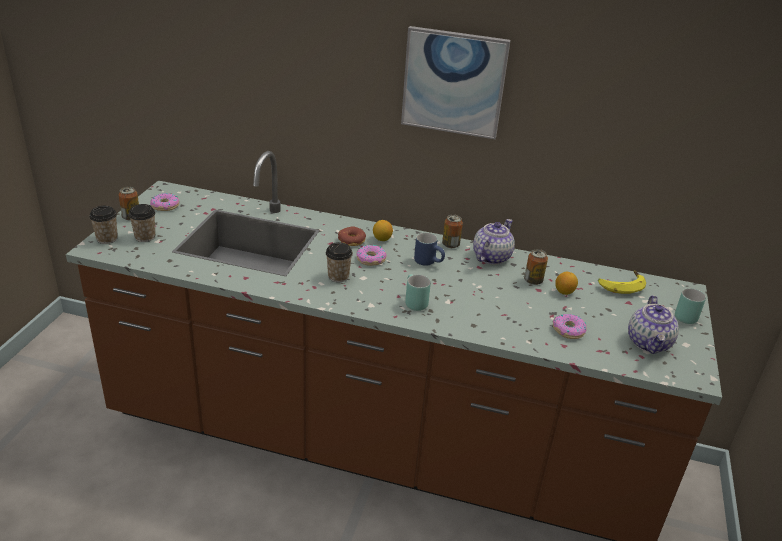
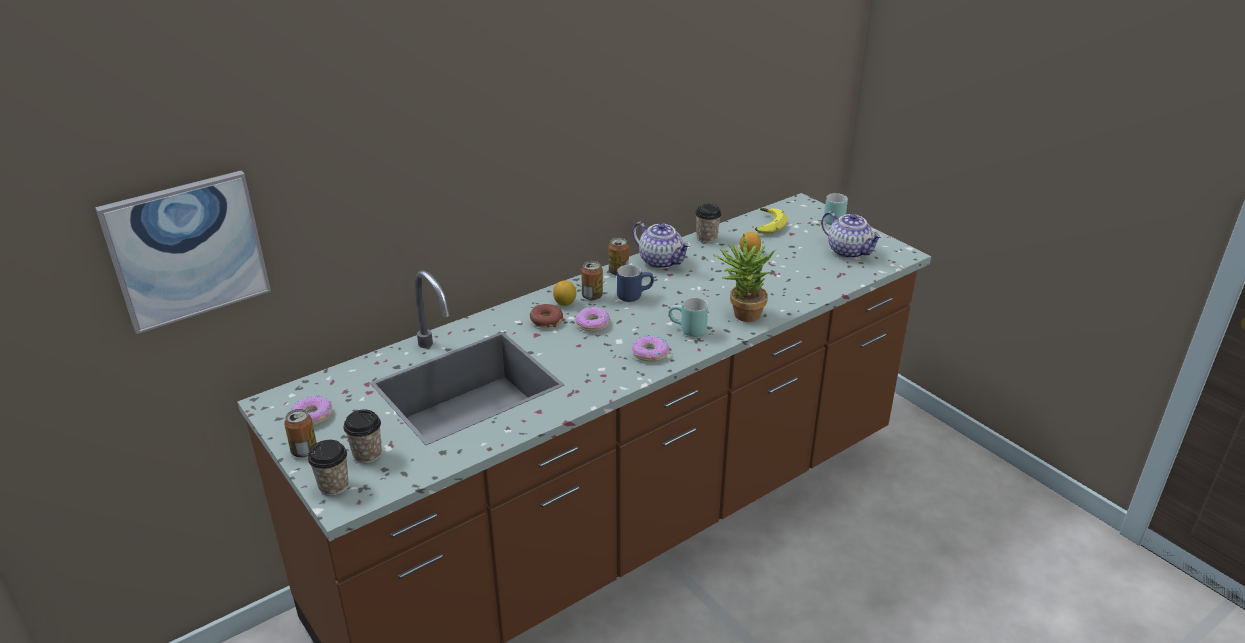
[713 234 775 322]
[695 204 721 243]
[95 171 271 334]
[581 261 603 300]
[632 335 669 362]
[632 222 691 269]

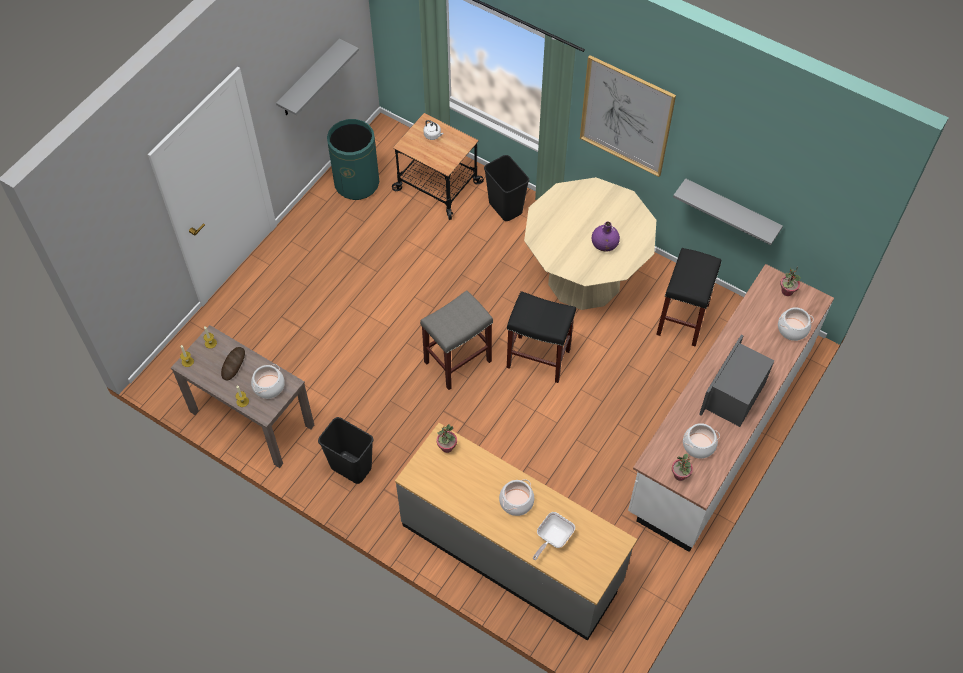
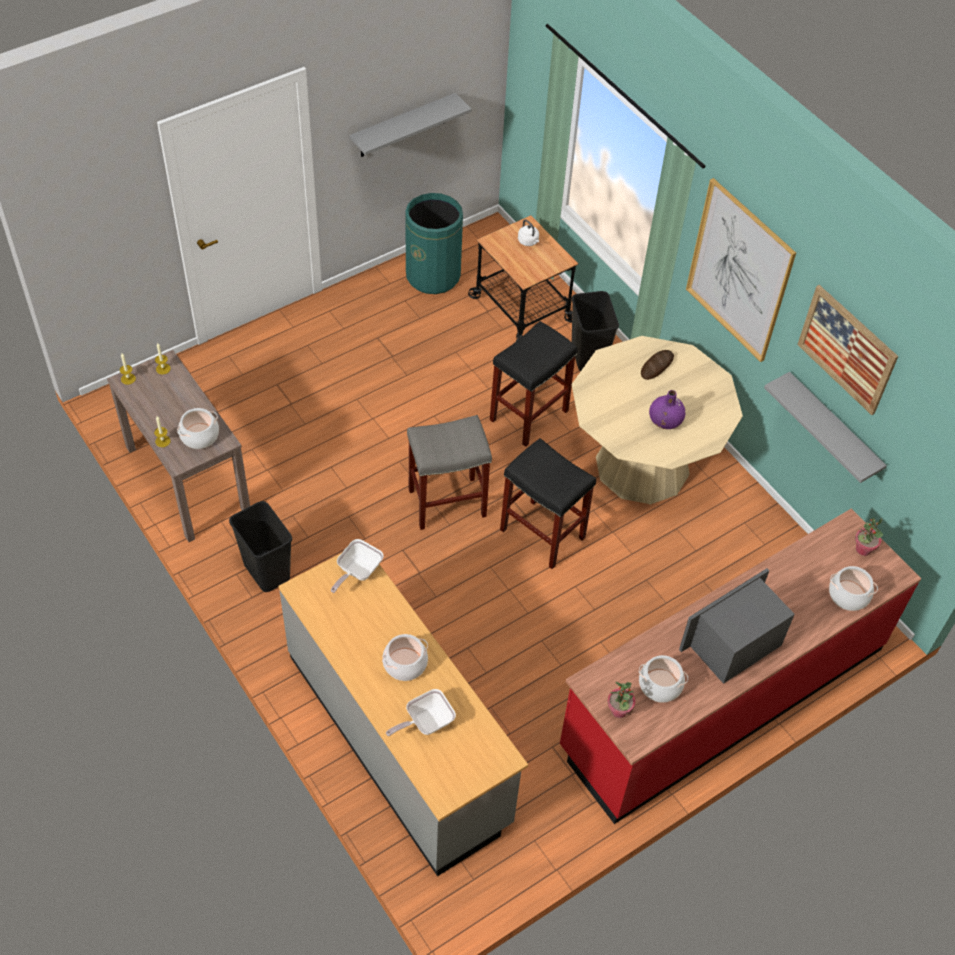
[797 285 898 415]
[641 350 674 380]
[490 321 578 447]
[331 539 384 593]
[560 508 921 824]

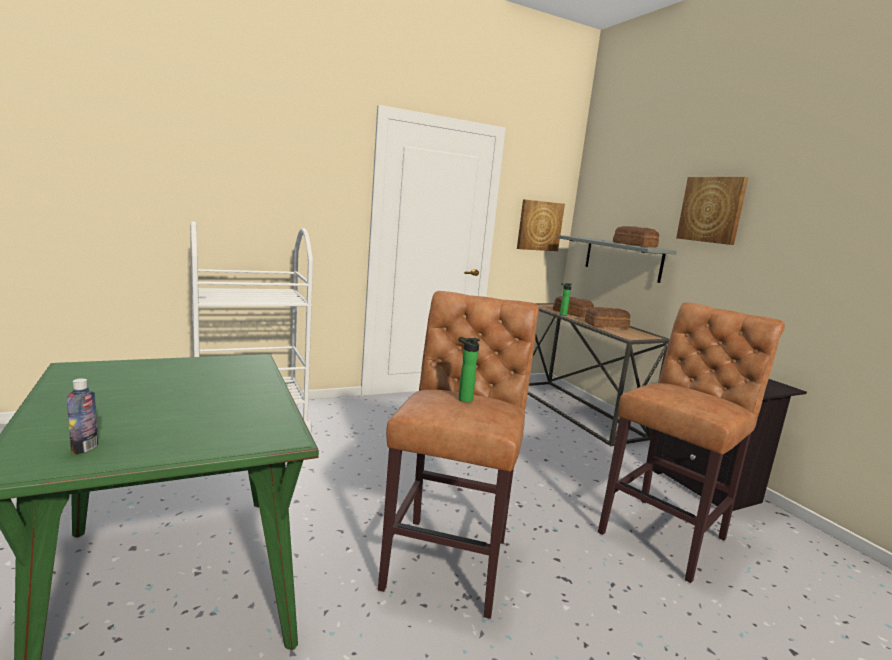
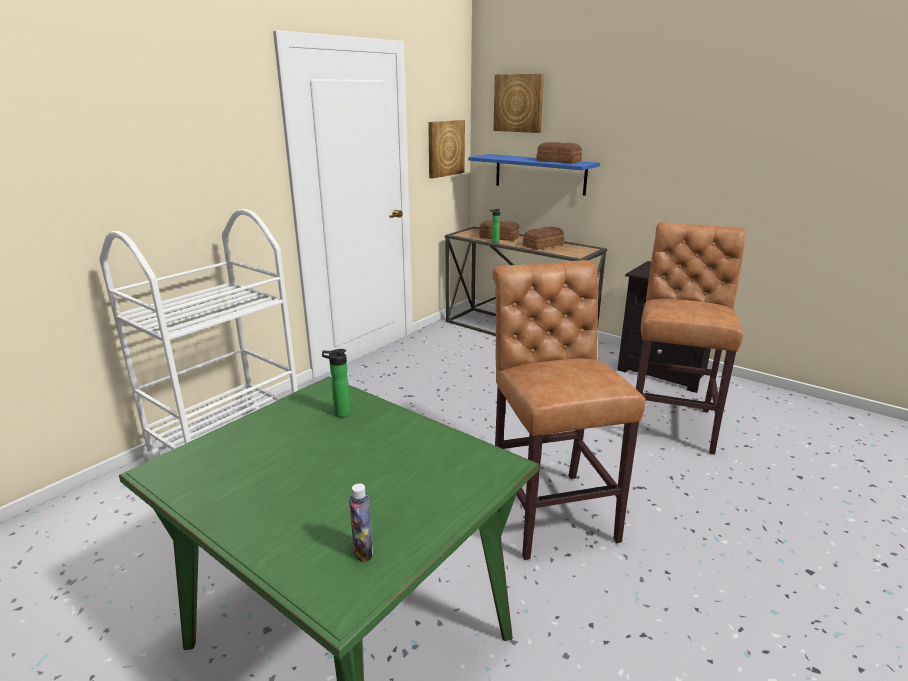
[322 349 351 417]
[494 74 544 133]
[468 154 600 196]

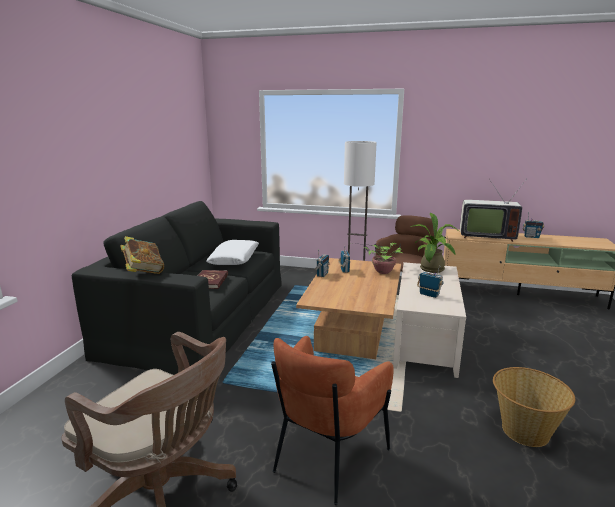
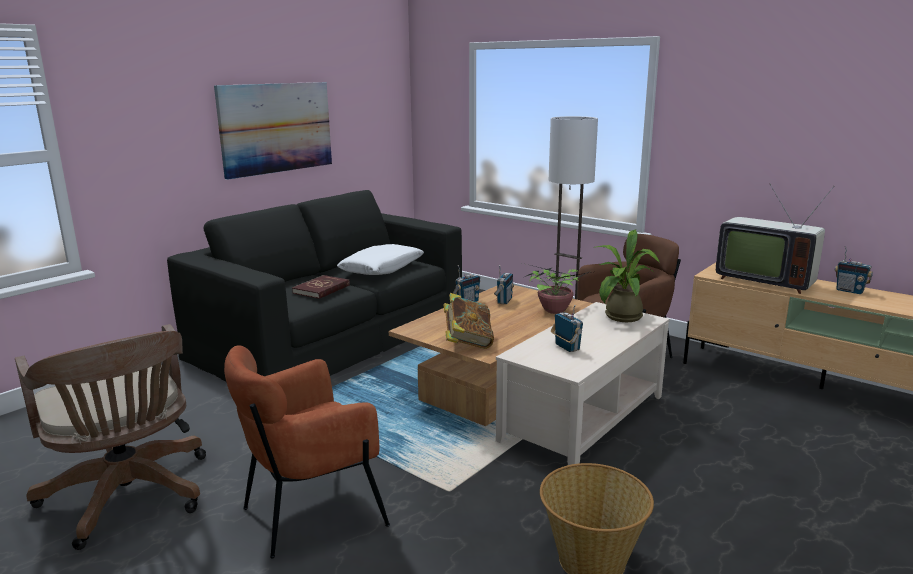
[214 82 332 180]
[444 293 494 349]

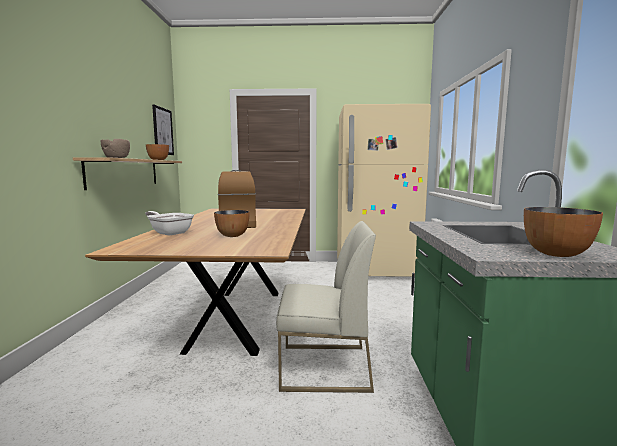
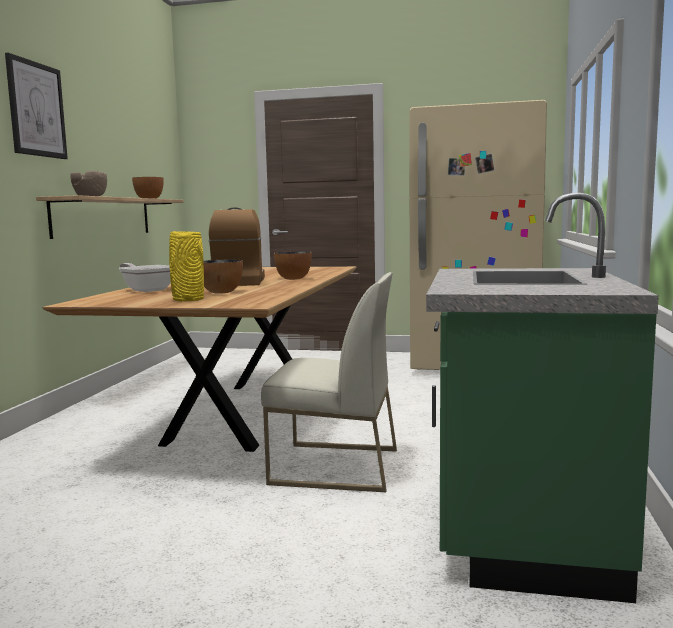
[169 231 204 301]
[5 53 68 159]
[274 251 312 280]

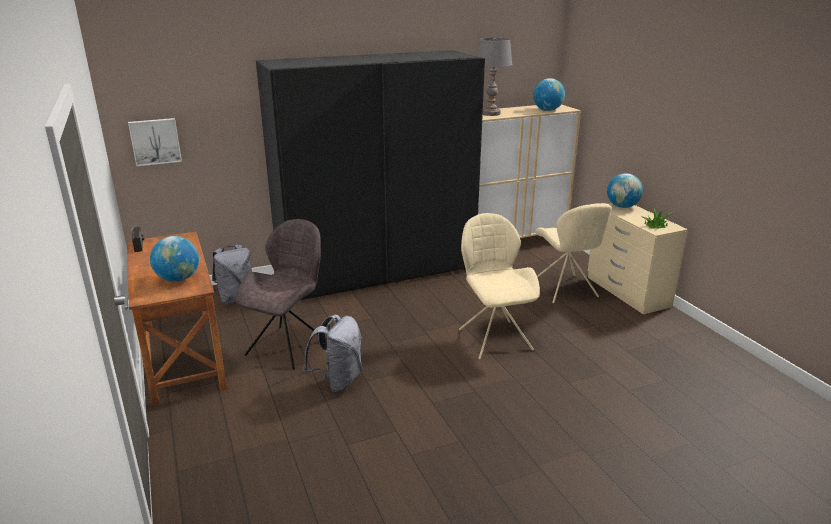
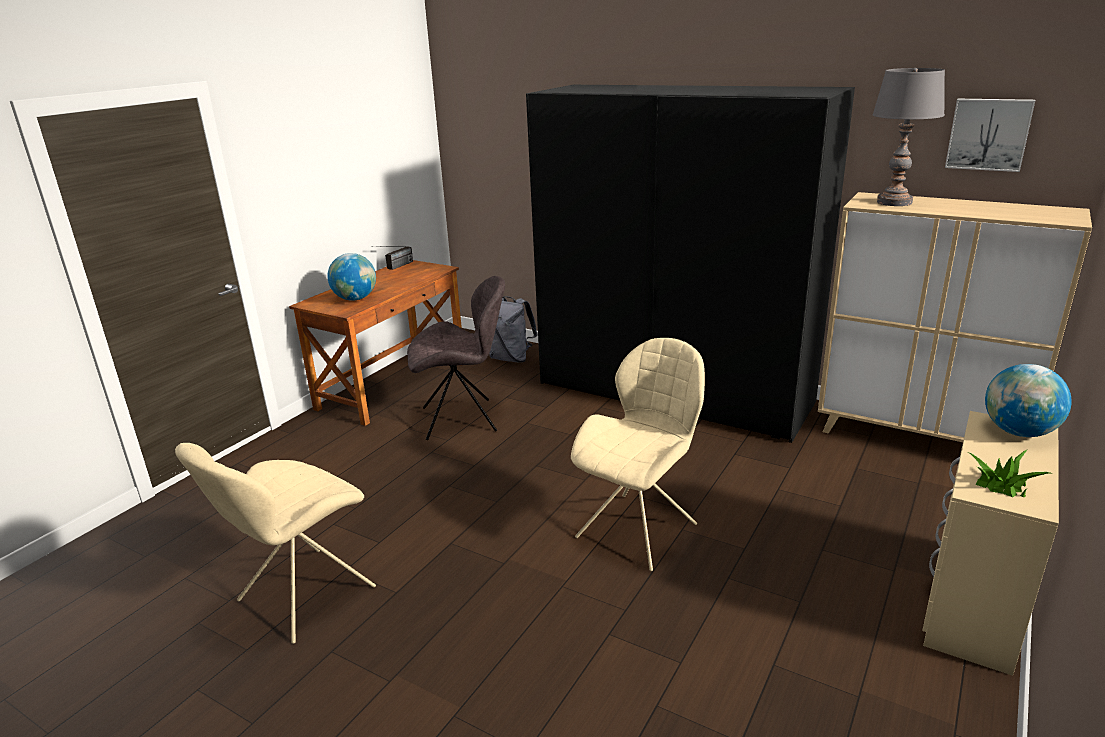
[303 315 362 392] (first image)
[533 78 565 111] (first image)
[945 99 1035 172]
[175 443 376 644]

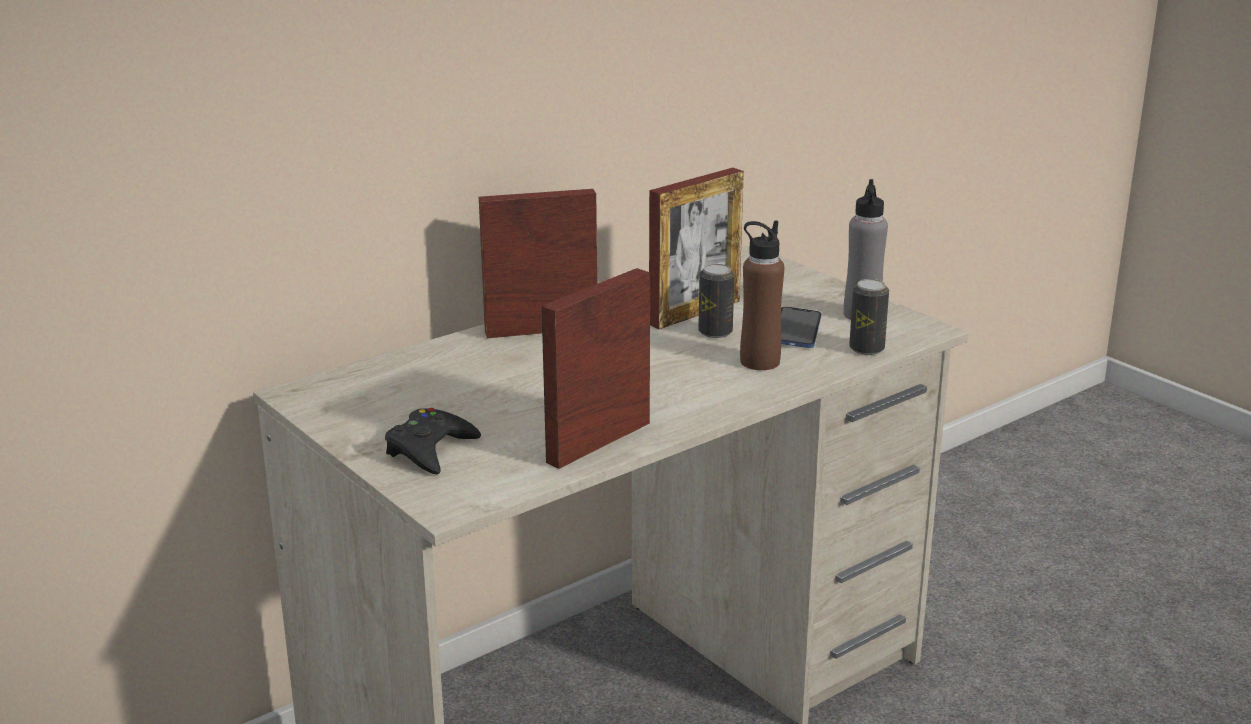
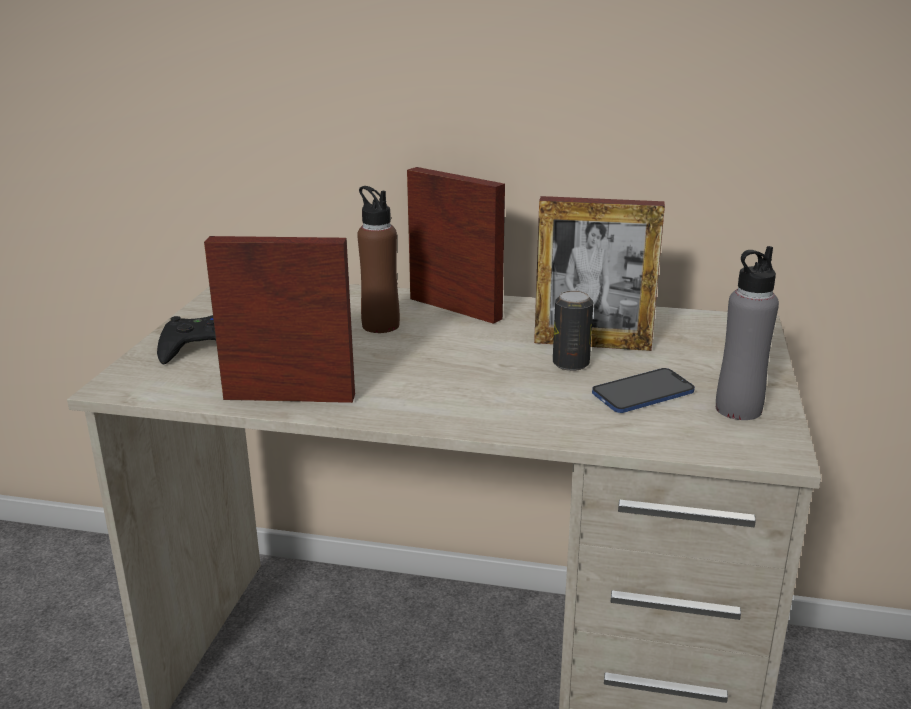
[849 279 889 355] (first image)
[357 186 400 333]

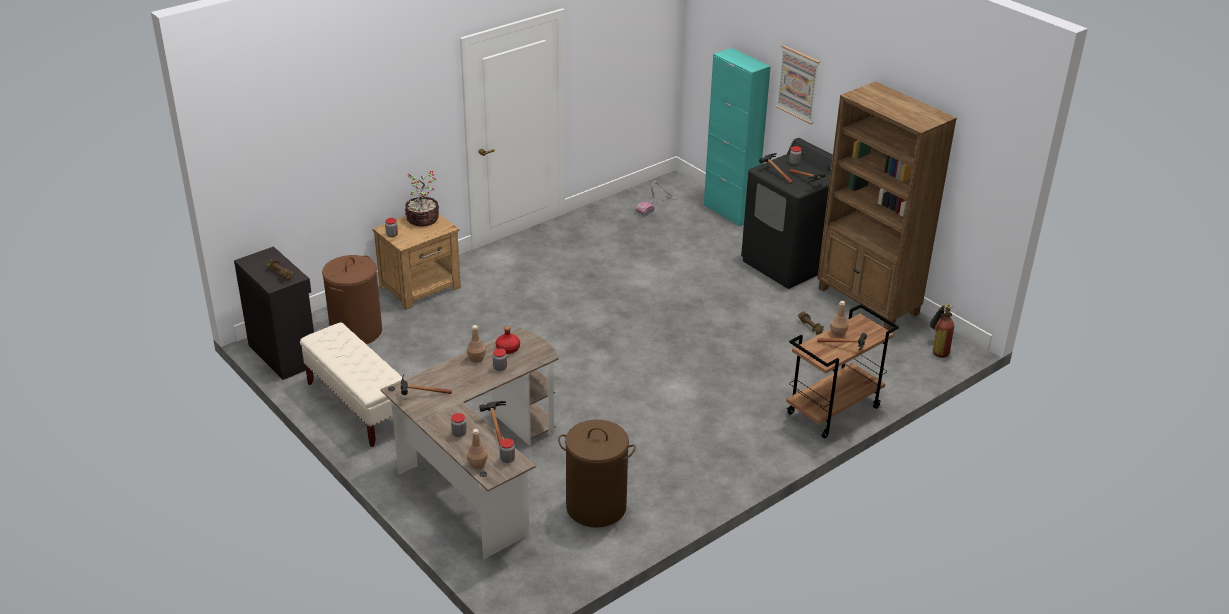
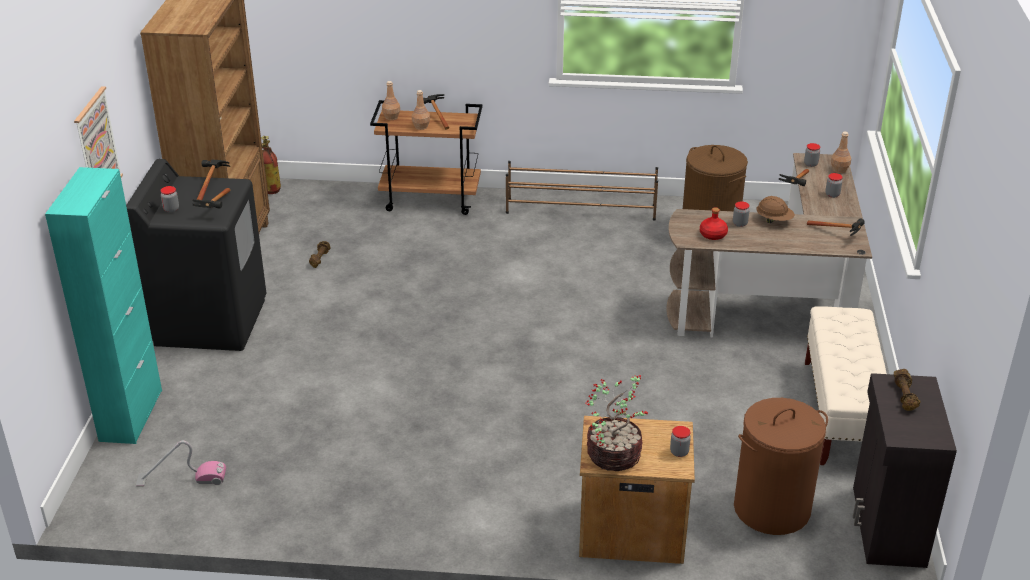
[506 161 658 221]
[756 196 795 223]
[382 81 400 120]

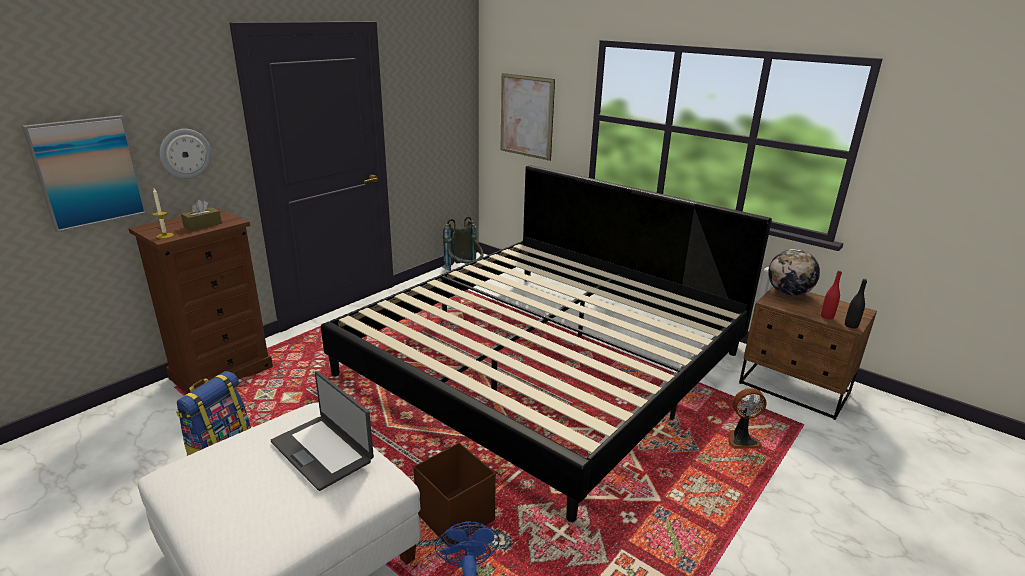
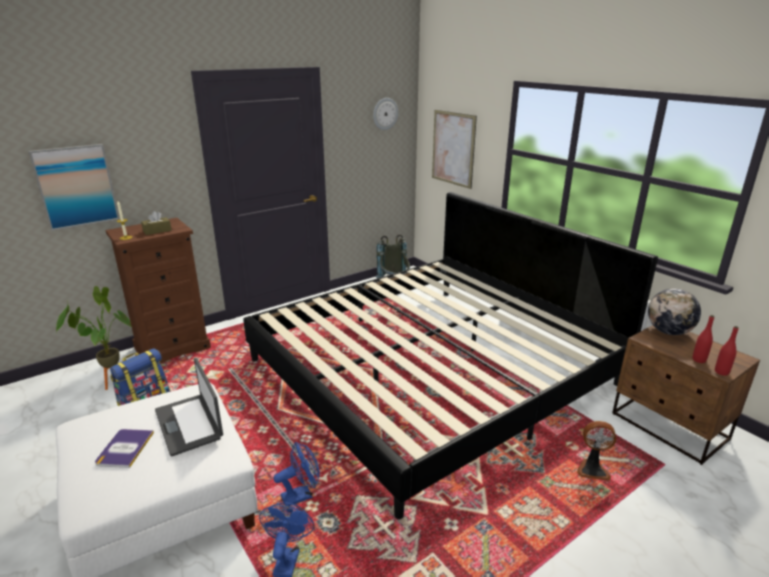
[56 286 132 390]
[95 429 154 468]
[373 98 398 130]
[274 442 320 506]
[715 326 739 376]

